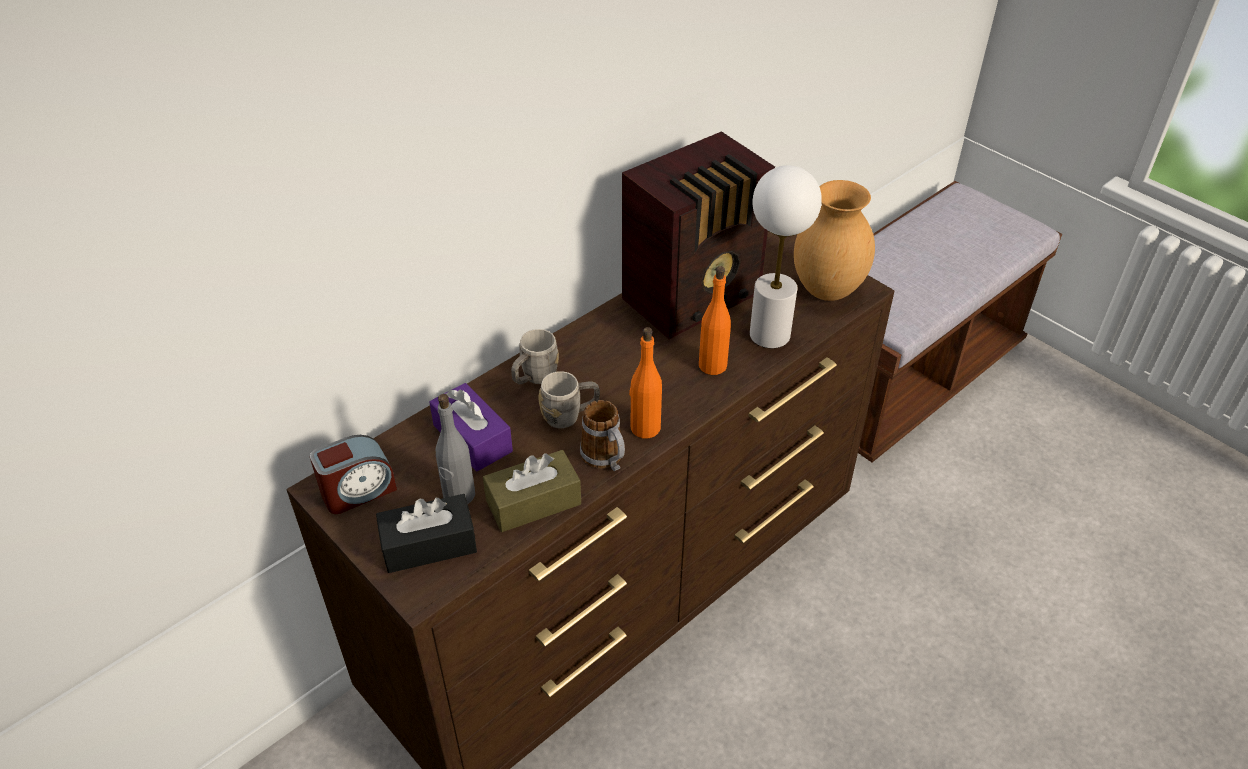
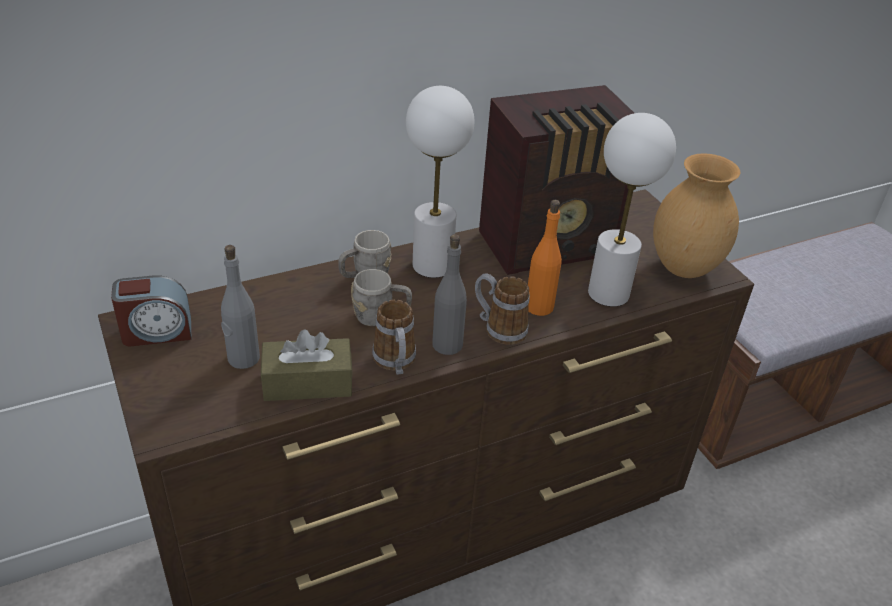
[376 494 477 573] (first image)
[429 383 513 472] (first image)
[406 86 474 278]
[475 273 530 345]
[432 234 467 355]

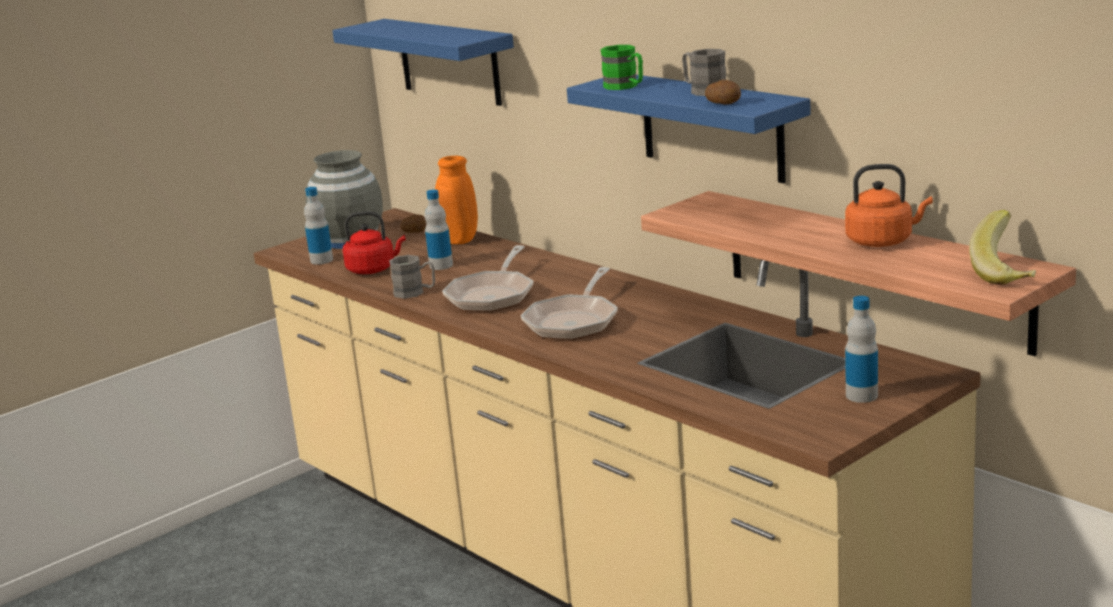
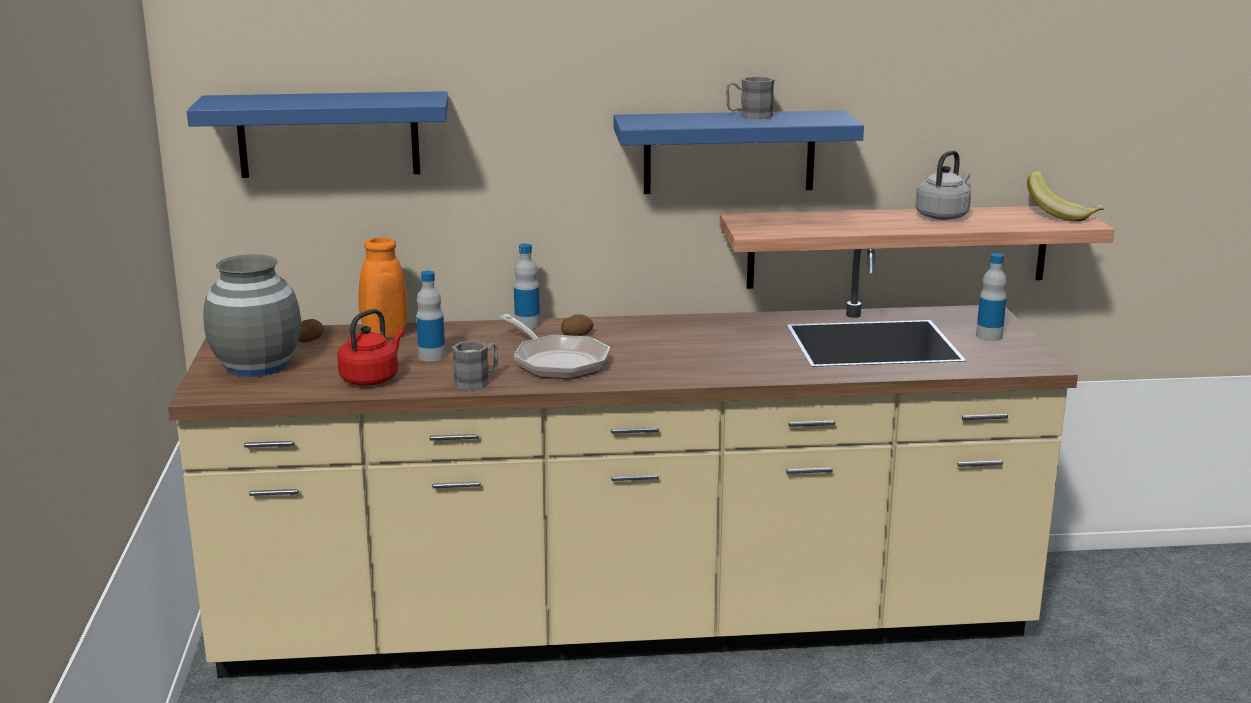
[521 267 618 340] (first image)
[600 45 643 90] (first image)
[514 243 540 329]
[561 314 594 336]
[915 150 971 220]

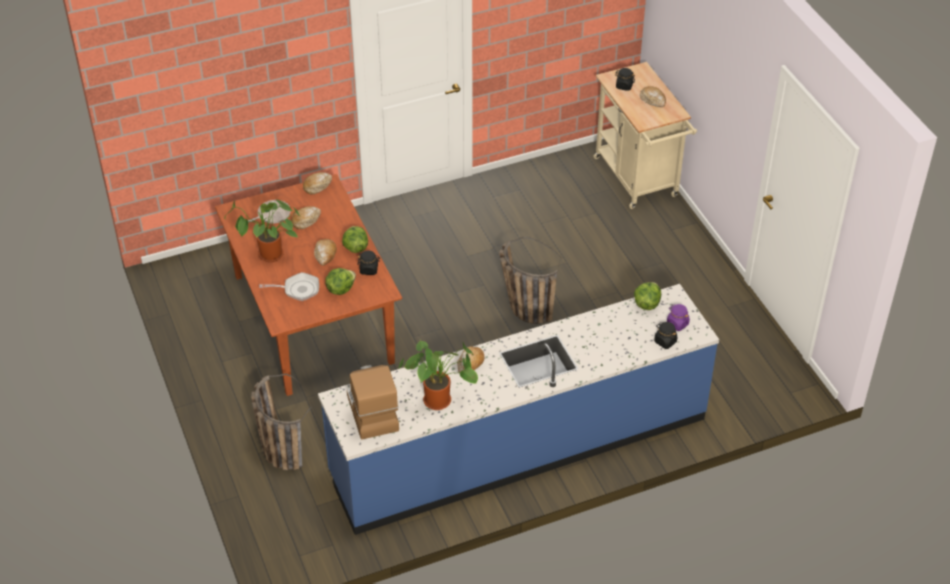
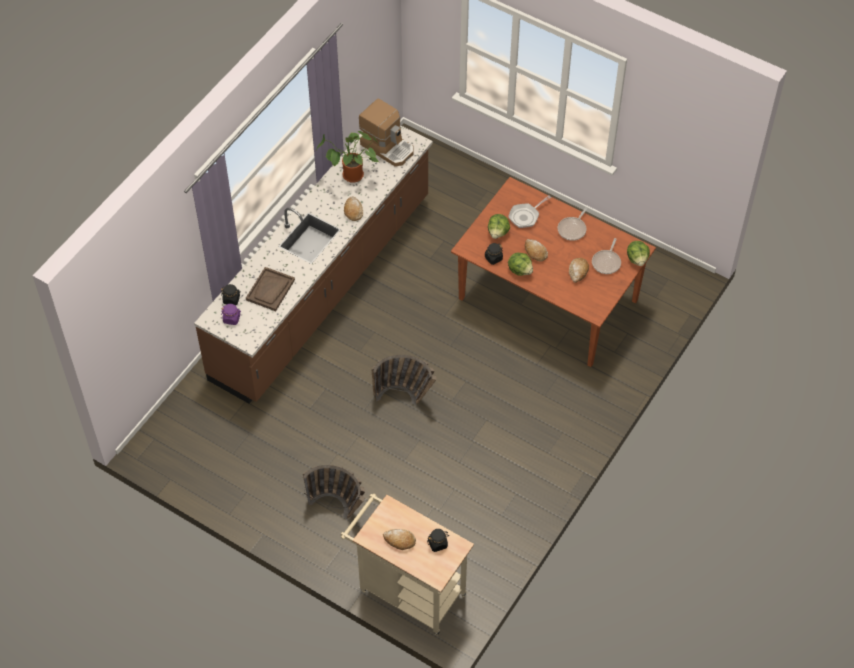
[303 172 332 194] (first image)
[246 267 295 311]
[303 465 365 519]
[627 241 650 266]
[558 207 588 241]
[194 125 433 404]

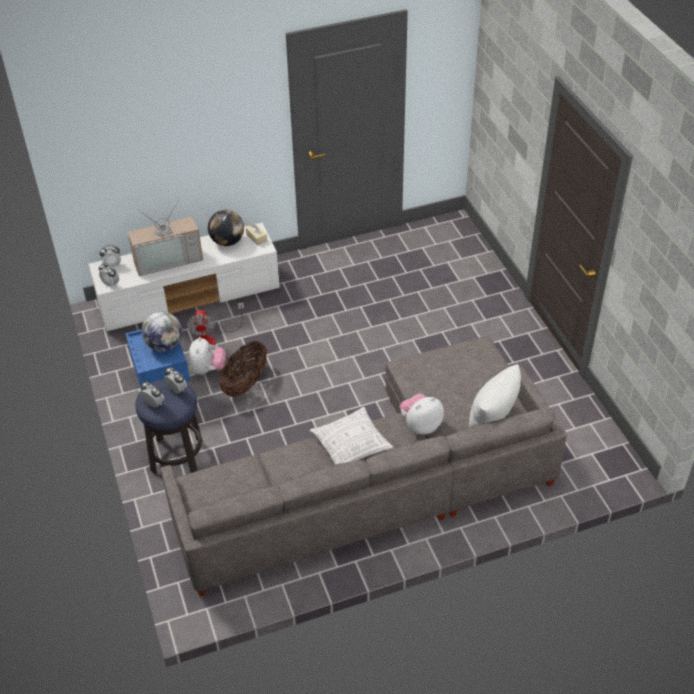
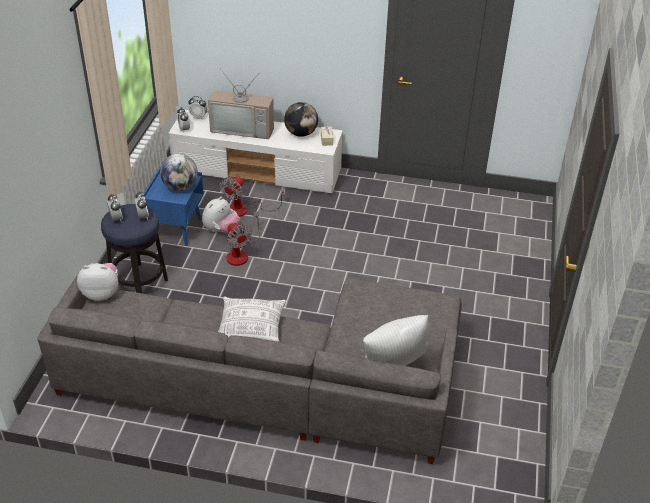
[77 263 118 301]
[226 211 260 266]

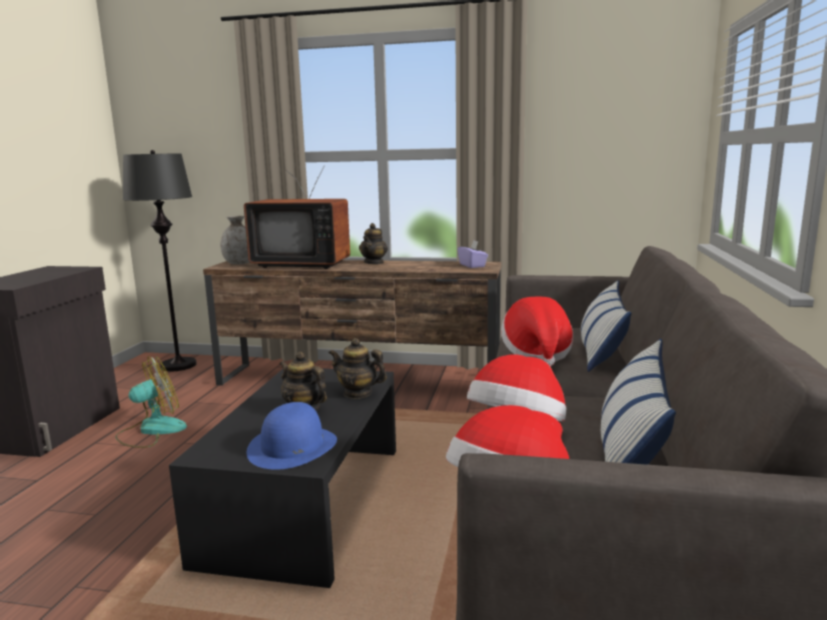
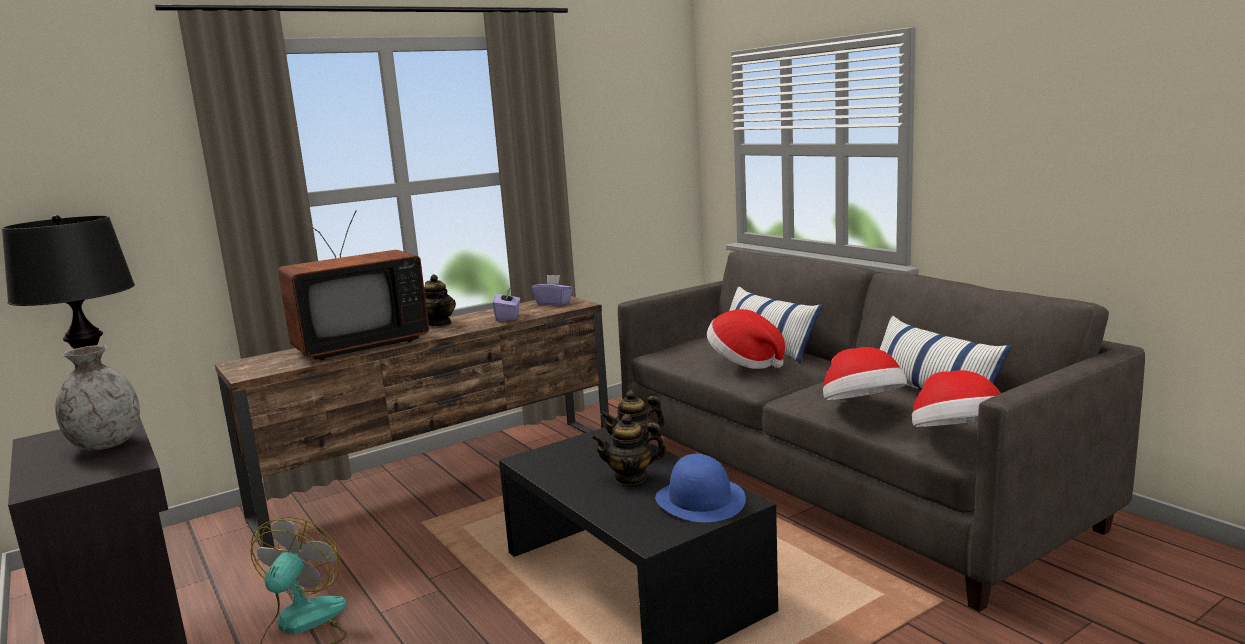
[492 287 520 321]
[55 345 140 450]

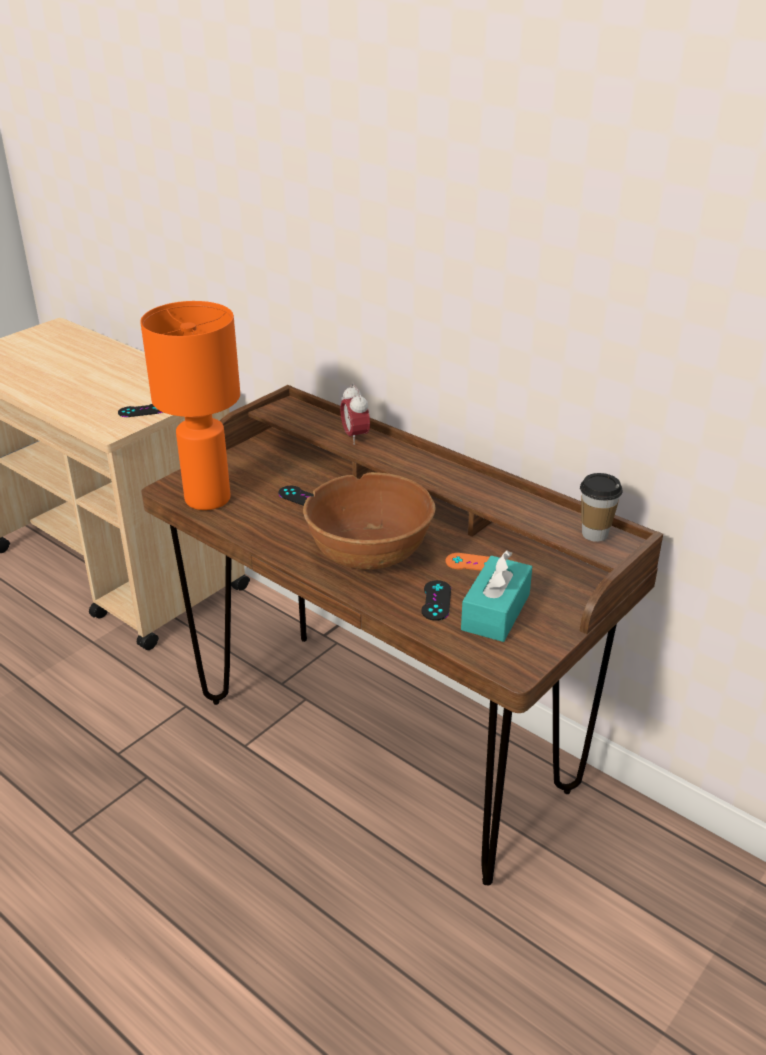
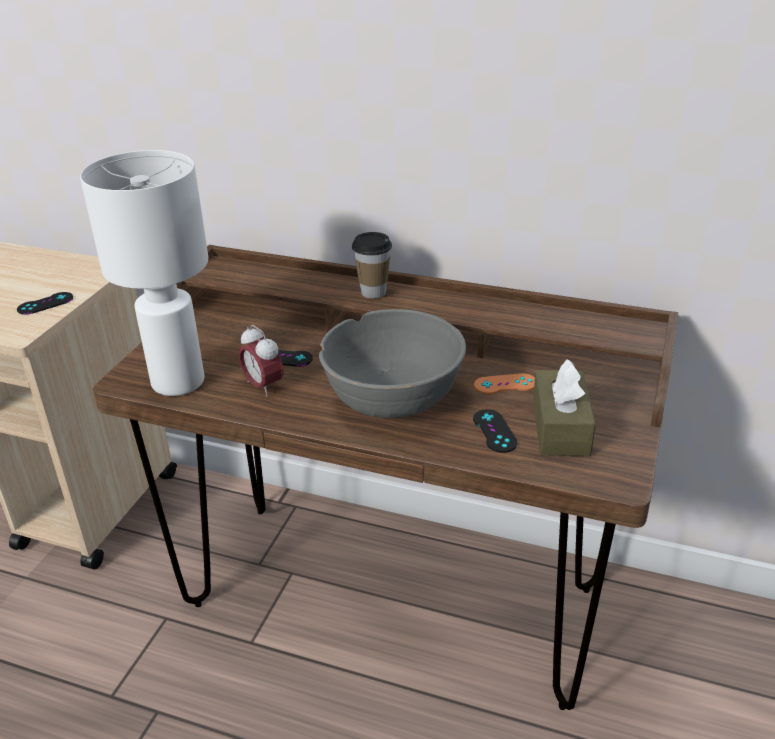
[239 325 284 397]
[352 232 392 299]
[80 150 208 396]
[319 309 466 418]
[533 359 596 457]

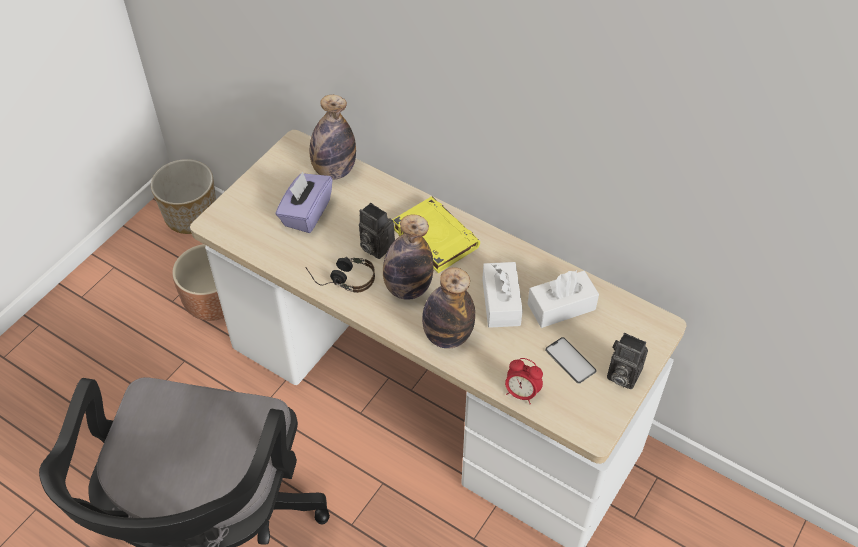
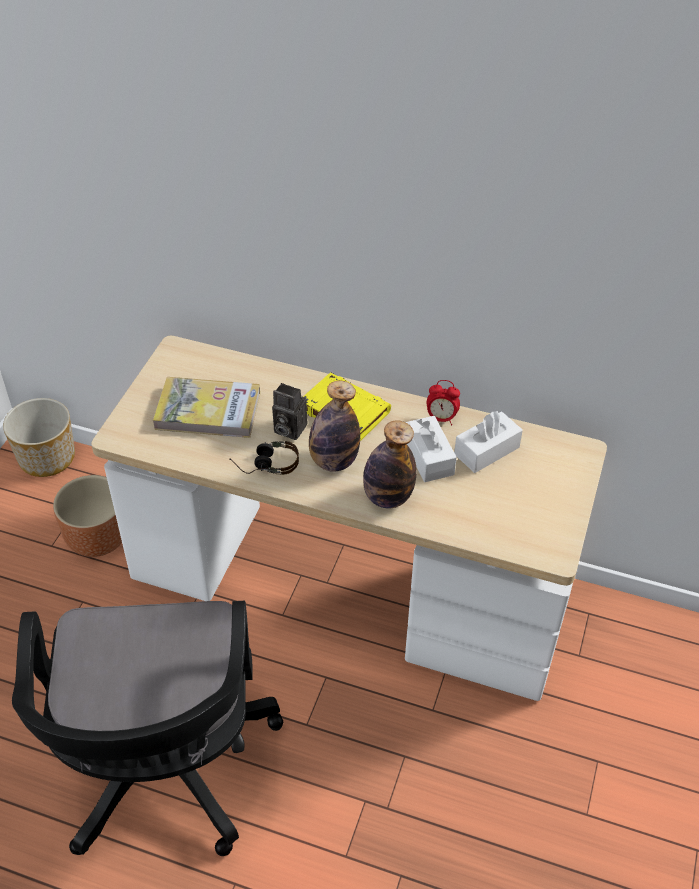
[309 95 356 180] (first image)
[545 337 597 384] (first image)
[607 333 648 389] (first image)
[427 380 460 426]
[153 377 260 438]

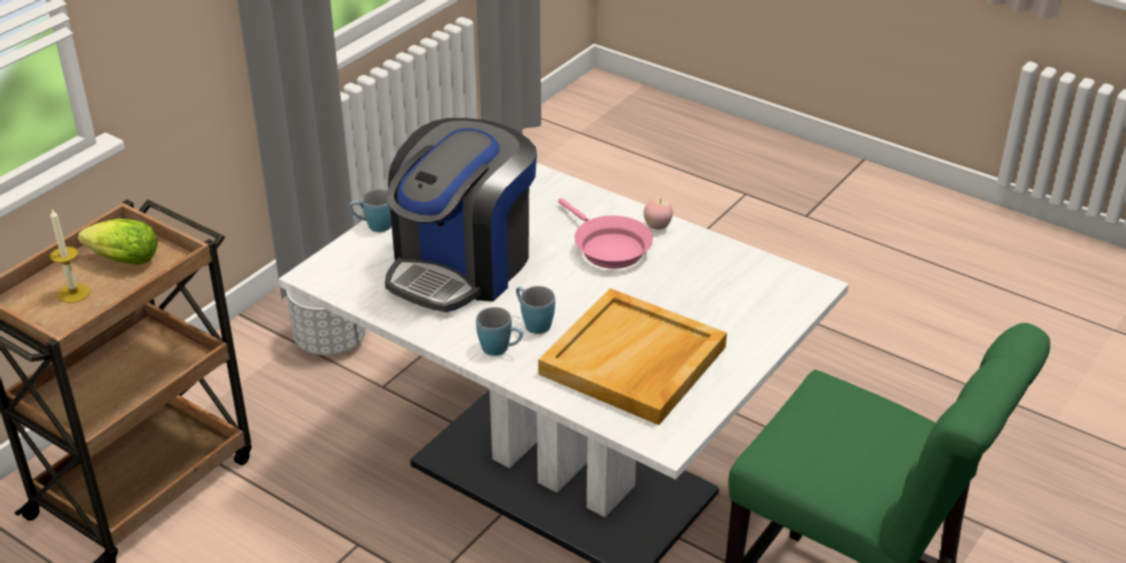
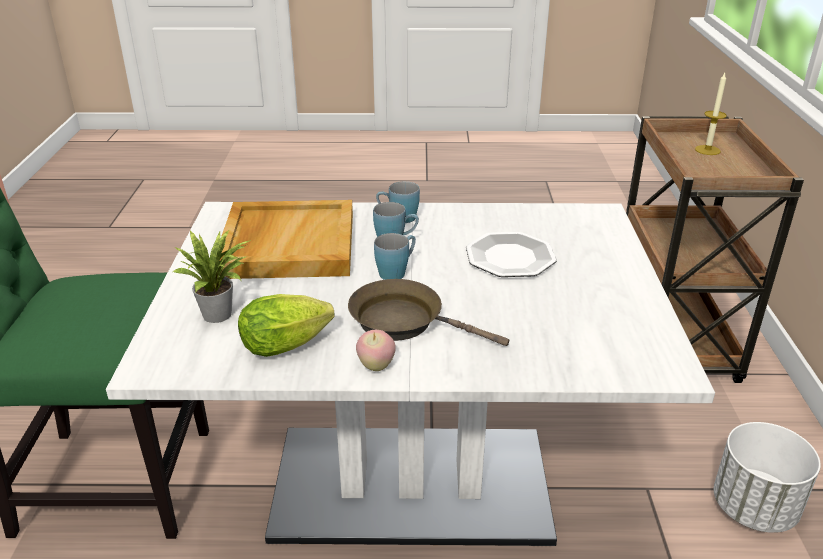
[173 230 251 323]
[238 294 334 357]
[374 233 416 280]
[466 232 557 277]
[348 279 509 346]

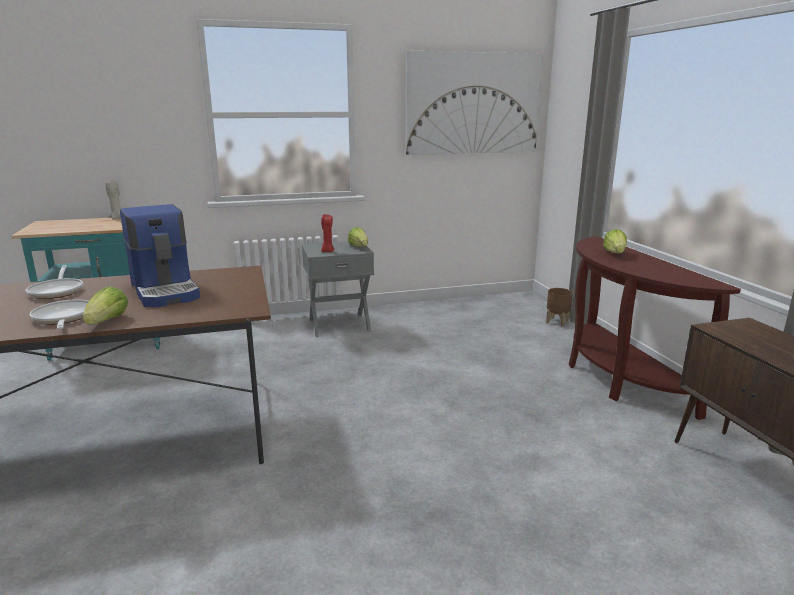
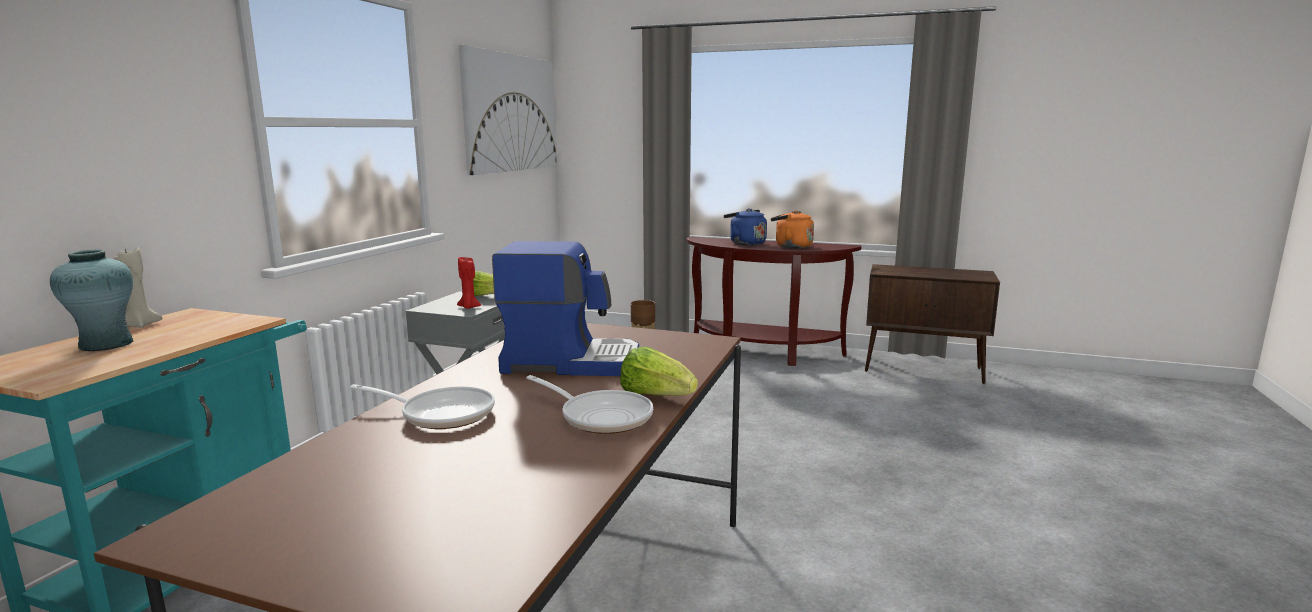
[50 250 133 351]
[771 210 814 248]
[724 209 767 246]
[526 375 653 434]

